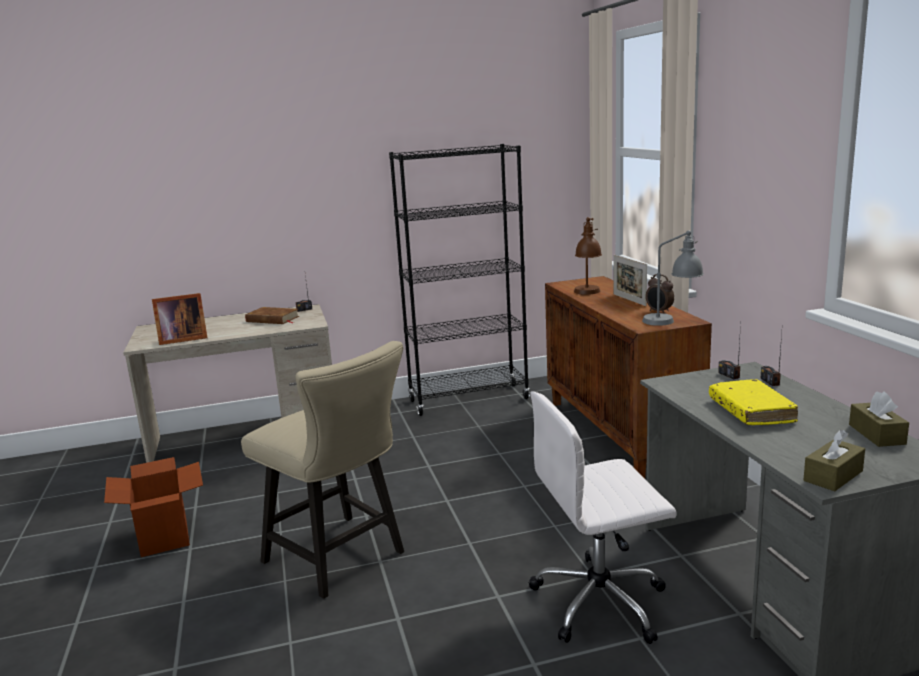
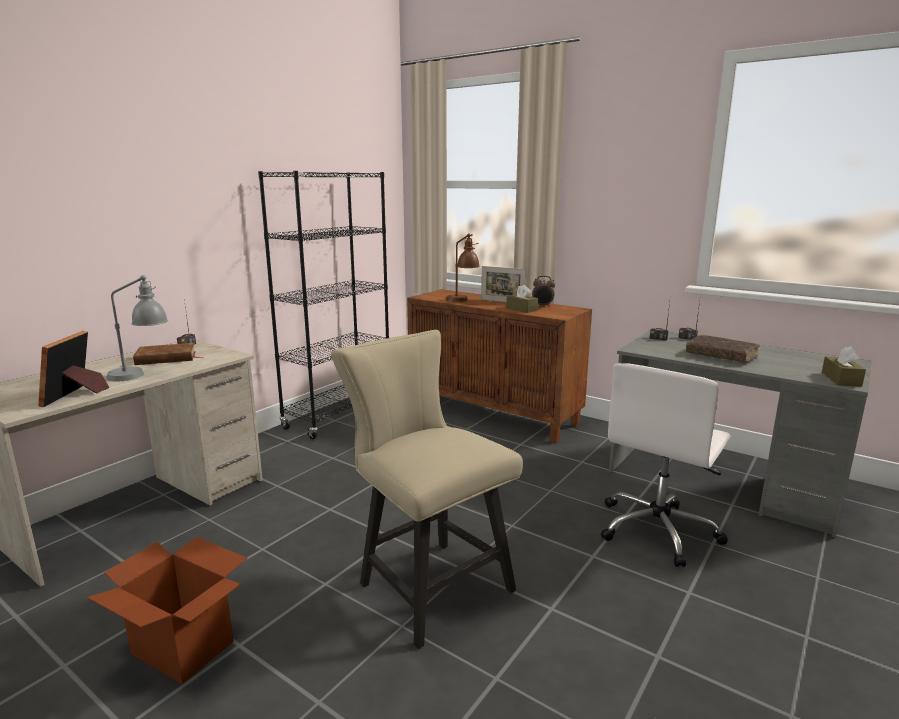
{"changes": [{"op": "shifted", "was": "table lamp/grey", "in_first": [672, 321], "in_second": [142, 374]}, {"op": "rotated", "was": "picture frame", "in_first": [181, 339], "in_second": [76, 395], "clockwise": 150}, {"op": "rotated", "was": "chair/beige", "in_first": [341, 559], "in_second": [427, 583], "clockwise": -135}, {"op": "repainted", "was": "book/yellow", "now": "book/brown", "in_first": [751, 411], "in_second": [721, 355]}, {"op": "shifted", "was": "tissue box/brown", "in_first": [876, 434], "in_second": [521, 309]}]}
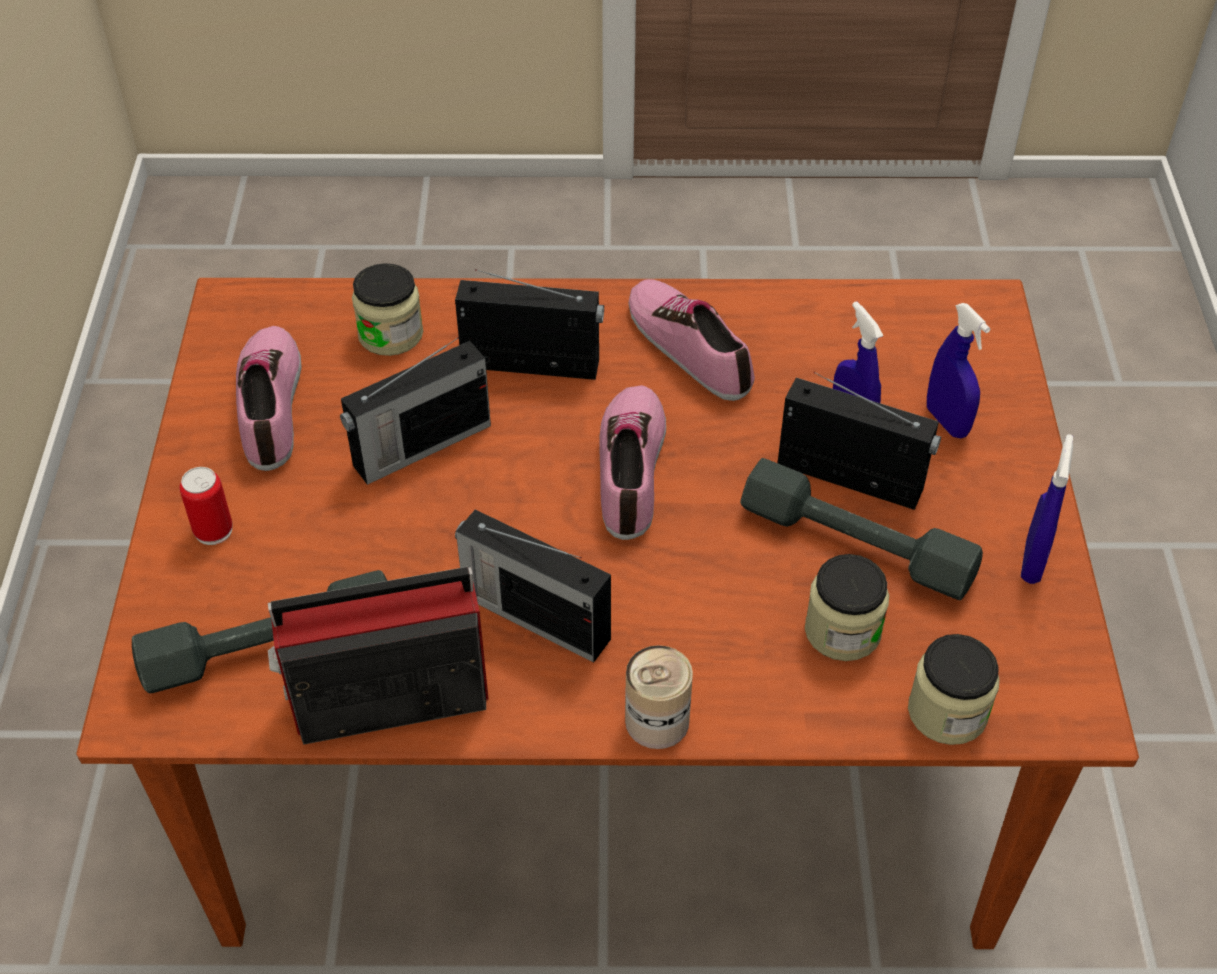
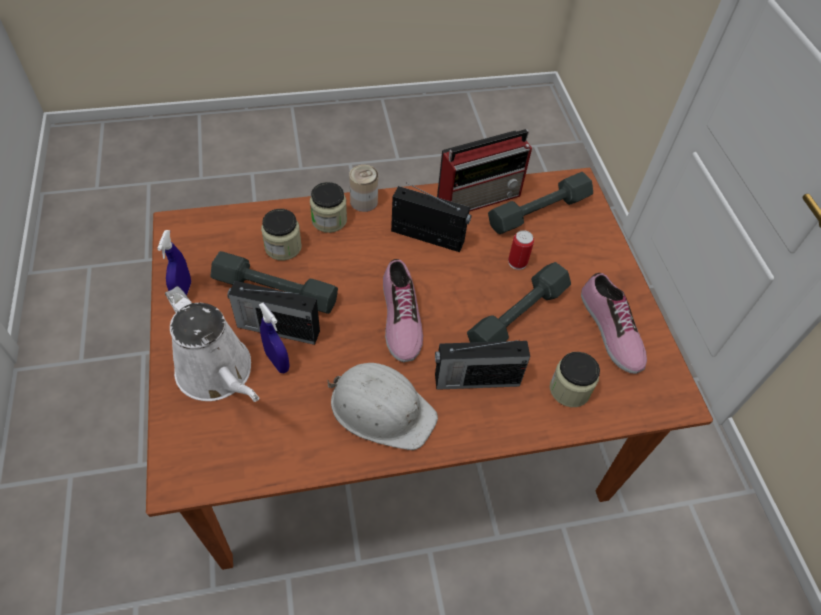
{"changes": [{"op": "swapped", "was": "shoe", "now": "hard hat/white", "in_first": [690, 346], "in_second": [381, 408]}, {"op": "swapped", "was": "spray bottle/blue", "now": "watering can/white", "in_first": [947, 421], "in_second": [218, 374]}, {"op": "swapped", "was": "radio", "now": "dumbbell/grey", "in_first": [419, 446], "in_second": [518, 315]}, {"op": "shifted", "was": "can", "in_first": [213, 530], "in_second": [517, 262]}, {"op": "shifted", "was": "jar", "in_first": [947, 712], "in_second": [329, 220]}]}
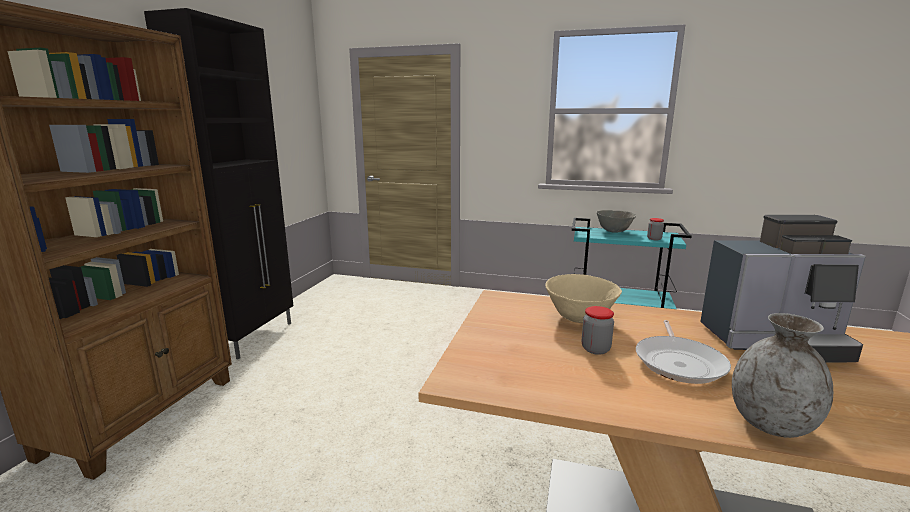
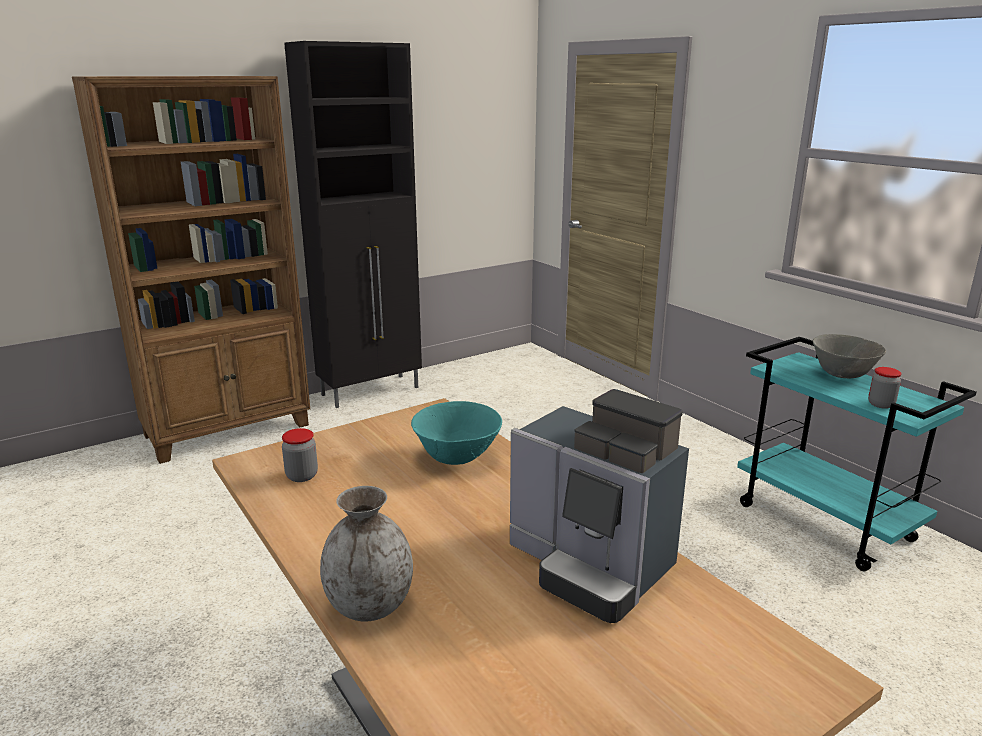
{"changes": [{"op": "repainted", "was": "bowl/beige", "now": "bowl/turquoise", "in_first": [580, 318], "in_second": [457, 458]}, {"op": "shifted", "was": "jar", "in_first": [595, 349], "in_second": [302, 476]}, {"op": "gone", "was": "frying pan", "in_first": [679, 362]}]}
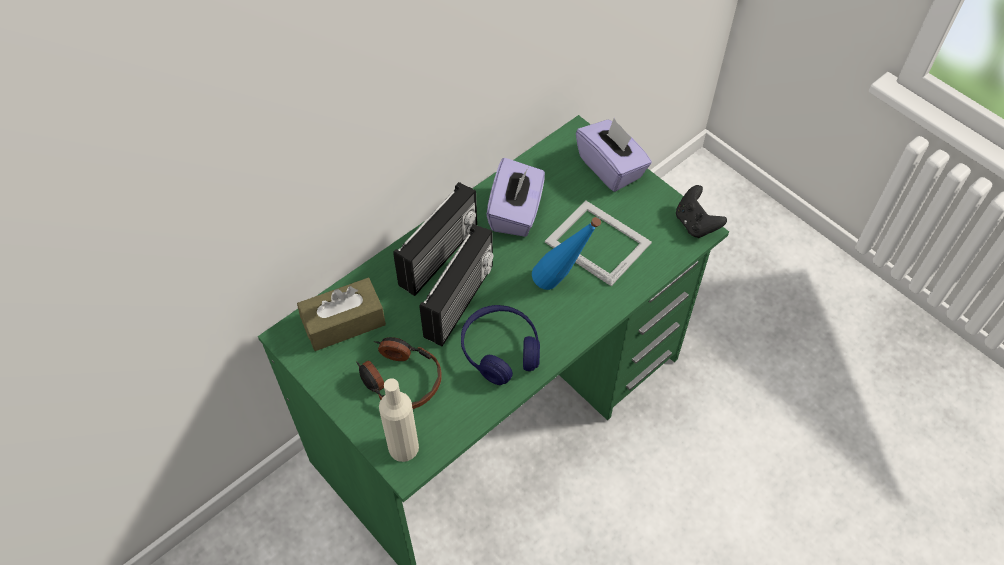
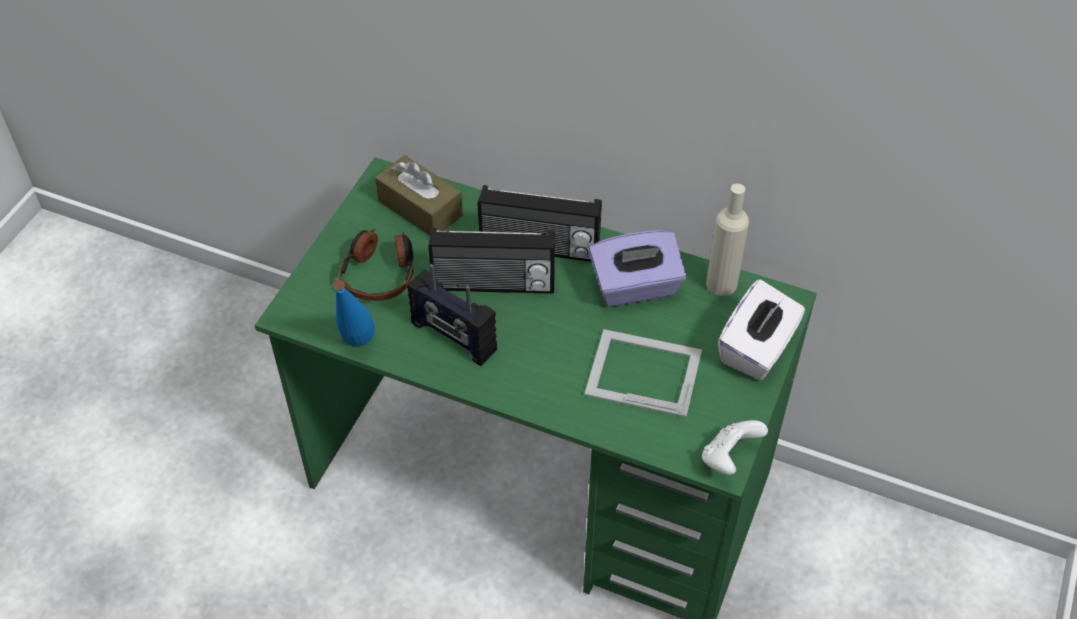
{"changes": [{"op": "repainted", "was": "tissue box/purple", "now": "tissue box/white", "in_first": [611, 168], "in_second": [757, 349]}, {"op": "repainted", "was": "game controller/black", "now": "game controller/white", "in_first": [695, 224], "in_second": [729, 458]}, {"op": "rotated", "was": "picture frame", "in_first": [597, 241], "in_second": [642, 372], "clockwise": -90}, {"op": "shifted", "was": "bottle/blue", "in_first": [561, 285], "in_second": [357, 350]}, {"op": "swapped", "was": "headphones/blue", "now": "radio", "in_first": [500, 350], "in_second": [453, 337]}, {"op": "shifted", "was": "bottle/beige", "in_first": [403, 447], "in_second": [721, 284]}]}
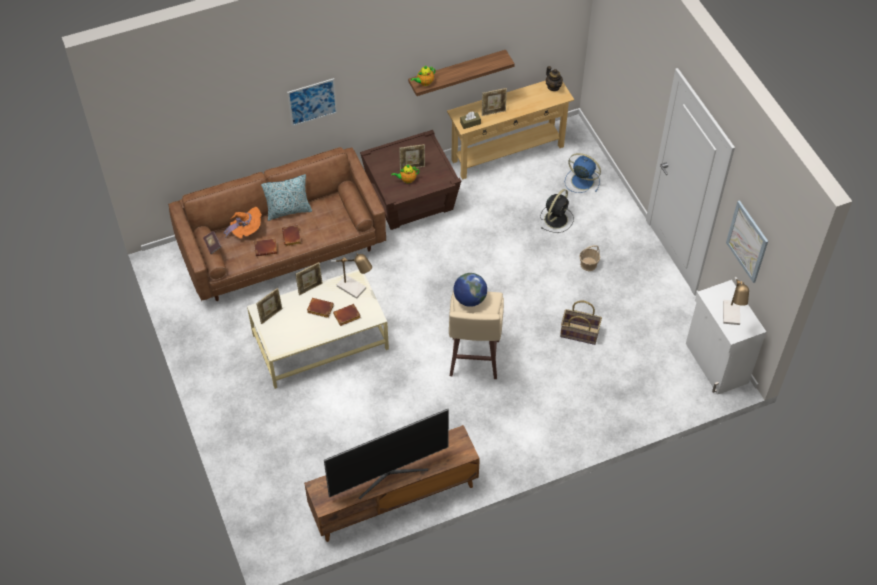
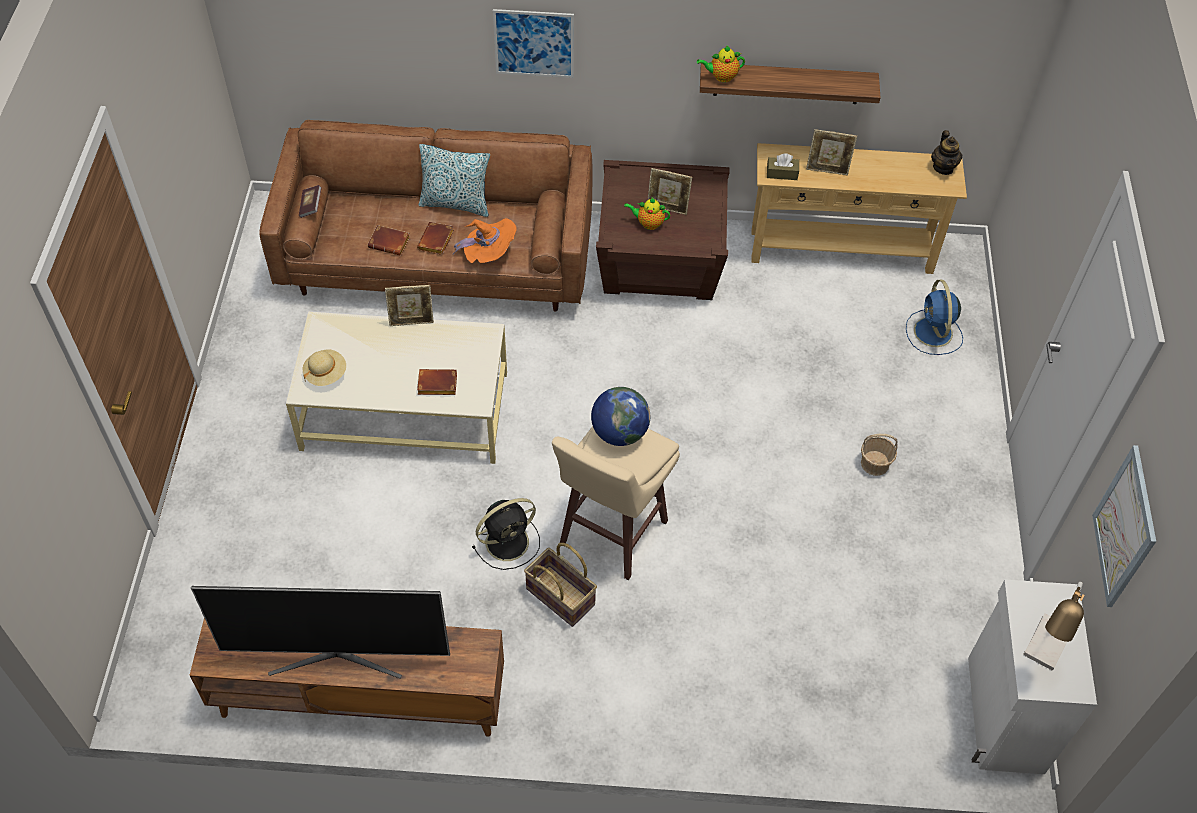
{"changes": [{"op": "rotated", "was": "fan/blue", "in_first": [581, 181], "in_second": [933, 333], "clockwise": -150}, {"op": "shifted", "was": "fan/black", "in_first": [556, 218], "in_second": [509, 541]}, {"op": "shifted", "was": "hat/orange", "in_first": [246, 229], "in_second": [489, 254]}, {"op": "gone", "was": "table lamp", "in_first": [355, 289]}, {"op": "gone", "was": "picture frame", "in_first": [271, 315]}, {"op": "gone", "was": "book/brown", "in_first": [319, 309]}, {"op": "shifted", "was": "basket", "in_first": [580, 332], "in_second": [561, 596]}, {"op": "new", "now": "hat/beige", "in_second": [326, 374]}]}
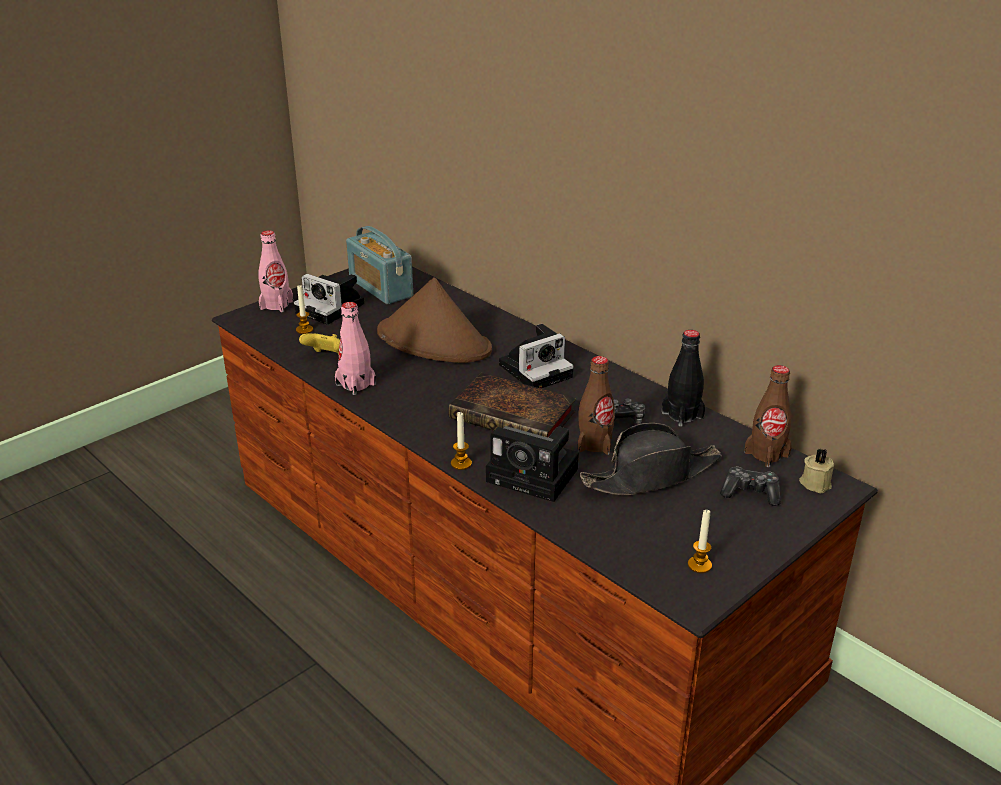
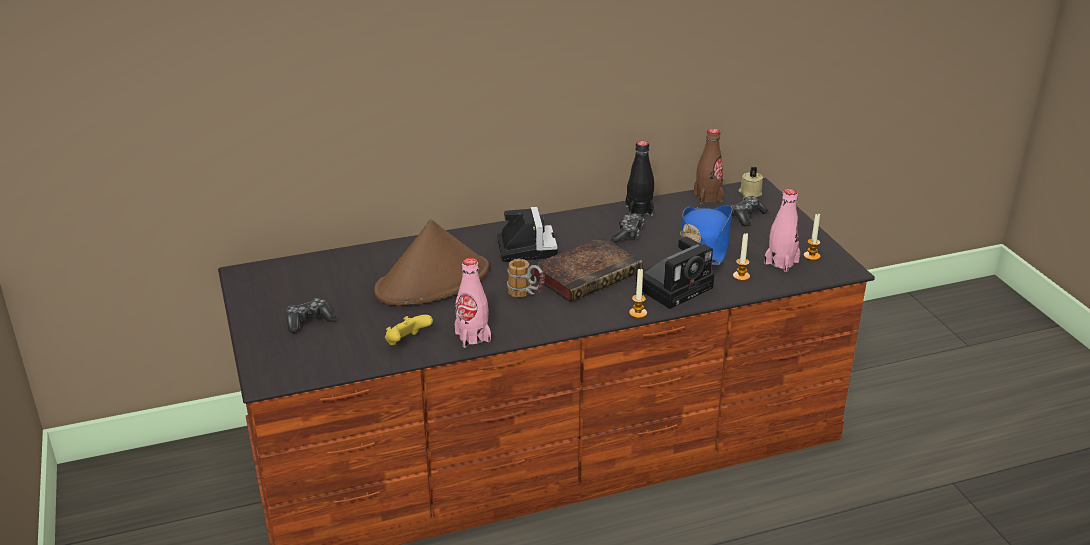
{"changes": [{"op": "gone", "was": "radio", "in_first": [380, 288]}, {"op": "shifted", "was": "bottle/pink", "in_first": [276, 305], "in_second": [781, 262]}, {"op": "swapped", "was": "photo camera", "now": "game controller", "in_first": [332, 308], "in_second": [309, 321]}, {"op": "shifted", "was": "candle", "in_first": [304, 330], "in_second": [741, 276]}, {"op": "gone", "was": "bottle/brown", "in_first": [594, 444]}, {"op": "repainted", "was": "hat/black", "now": "hat/blue", "in_first": [651, 475], "in_second": [705, 243]}, {"op": "new", "now": "mug", "in_second": [527, 295]}]}
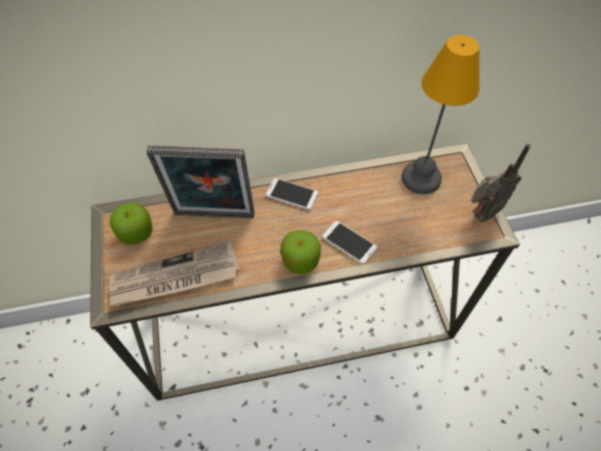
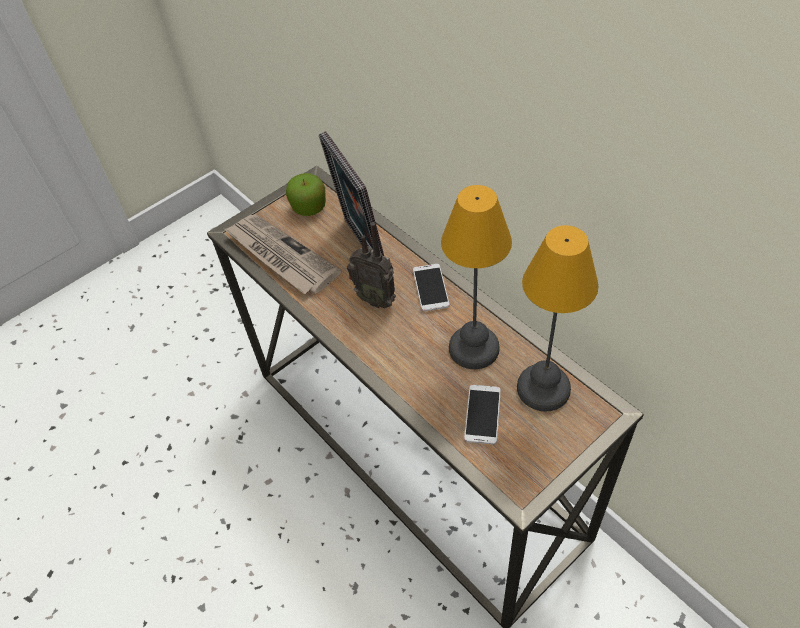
{"changes": [{"op": "shifted", "was": "radio", "in_first": [481, 214], "in_second": [376, 298]}, {"op": "shifted", "was": "phone", "in_first": [349, 242], "in_second": [482, 414]}, {"op": "gone", "was": "apple", "in_first": [300, 260]}, {"op": "new", "now": "table lamp", "in_second": [472, 348]}]}
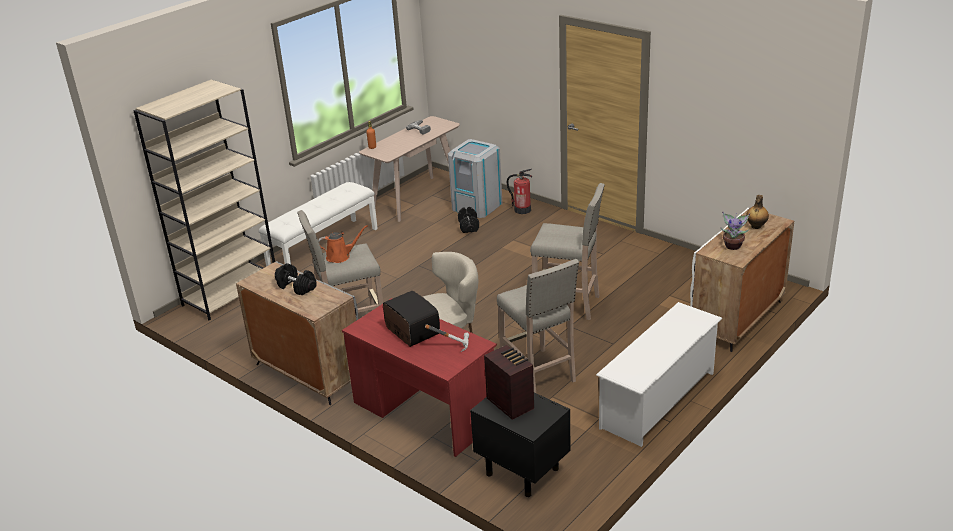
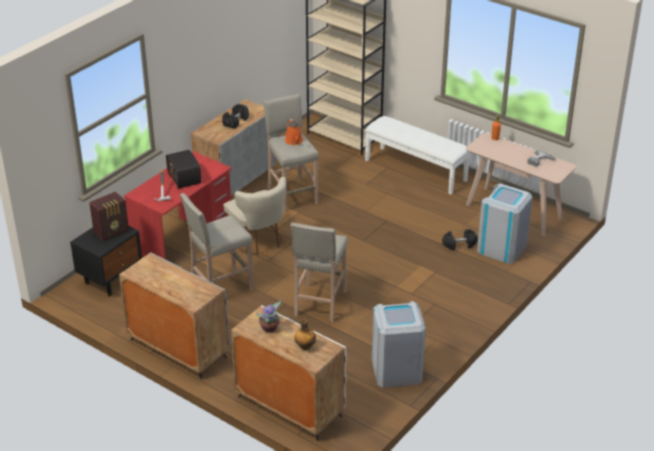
{"changes": [{"op": "gone", "was": "fire extinguisher", "in_first": [522, 210]}, {"op": "rotated", "was": "radio", "in_first": [411, 331], "in_second": [185, 178], "clockwise": 105}, {"op": "swapped", "was": "shoe rack/white", "now": "cabinet/grey", "in_first": [658, 400], "in_second": [177, 348]}, {"op": "new", "now": "trash can/grey", "in_second": [396, 370]}]}
